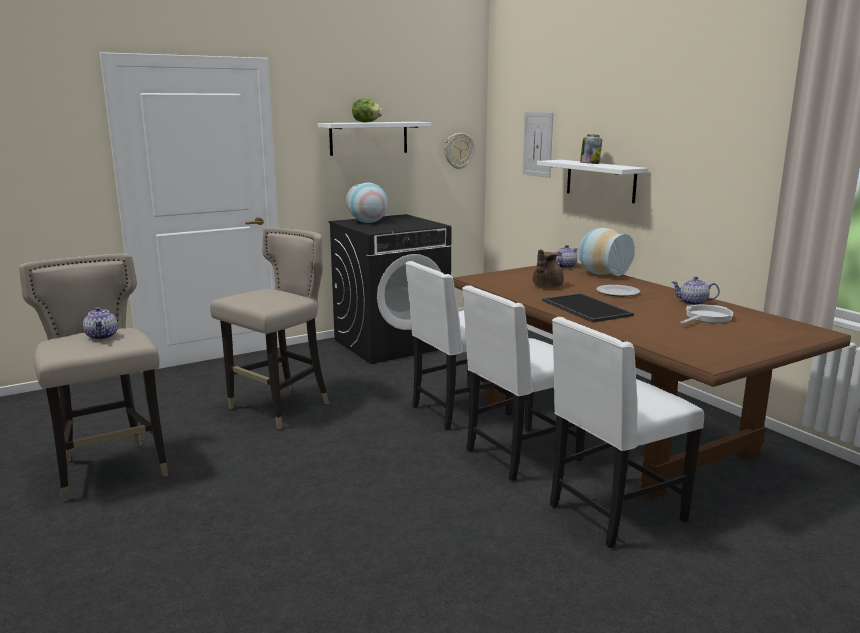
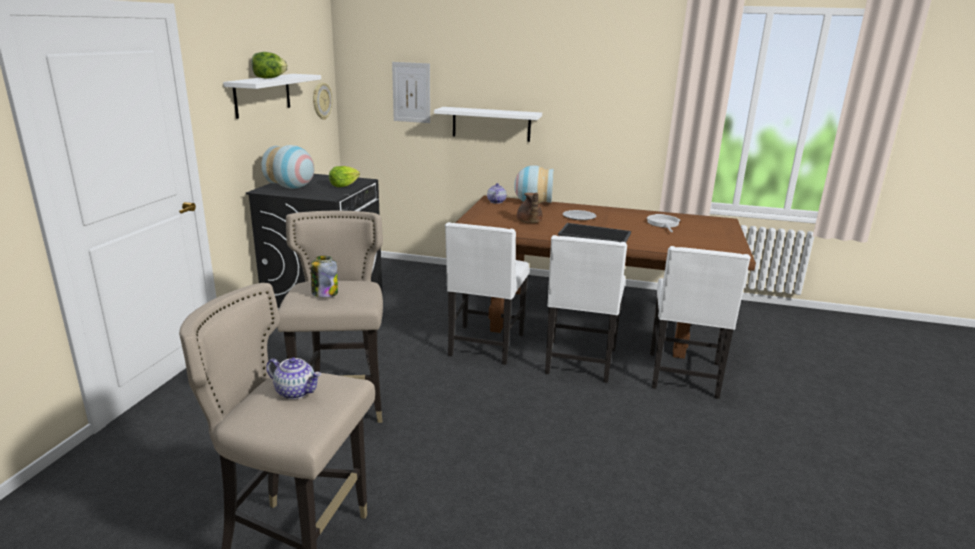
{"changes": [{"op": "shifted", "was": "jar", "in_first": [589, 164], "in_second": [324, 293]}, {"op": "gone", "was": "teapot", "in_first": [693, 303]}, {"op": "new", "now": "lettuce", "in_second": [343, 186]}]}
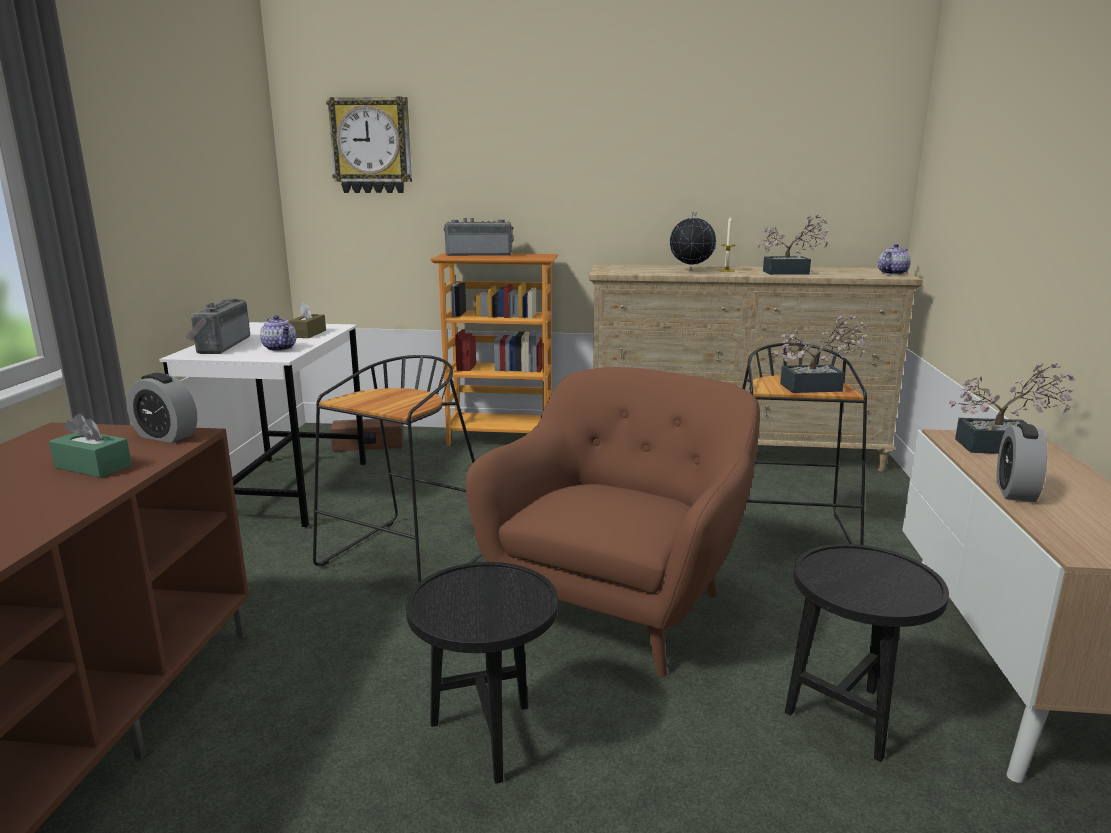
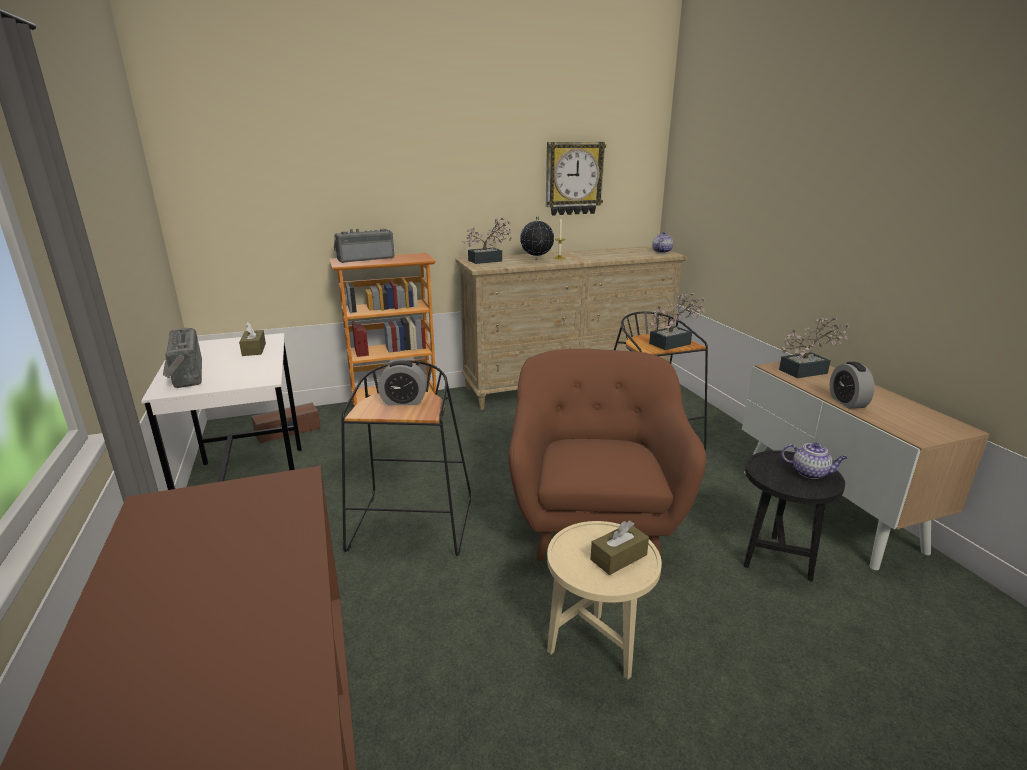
{"changes": [{"op": "shifted", "was": "wall clock", "in_first": [371, 146], "in_second": [573, 178]}, {"op": "shifted", "was": "potted plant", "in_first": [791, 272], "in_second": [489, 260]}, {"op": "shifted", "was": "teapot", "in_first": [280, 348], "in_second": [810, 473]}, {"op": "shifted", "was": "alarm clock", "in_first": [166, 436], "in_second": [404, 401]}, {"op": "gone", "was": "tissue box/green", "in_first": [93, 467]}, {"op": "repainted", "was": "side table/black", "now": "side table/beige", "in_first": [487, 741], "in_second": [596, 651]}, {"op": "new", "now": "tissue box/brown", "in_second": [618, 557]}]}
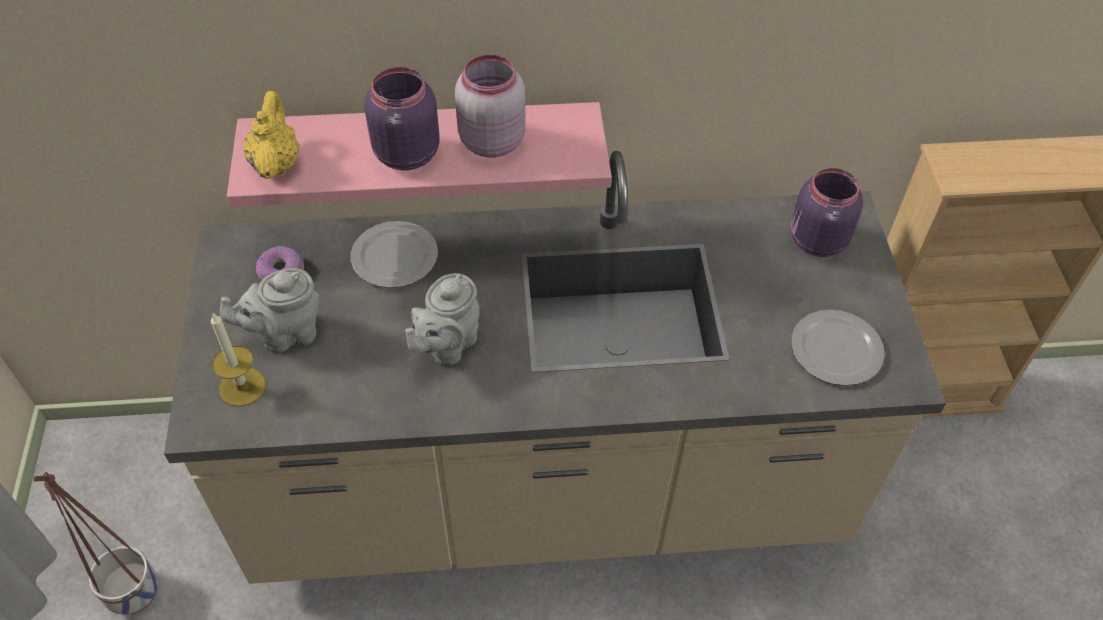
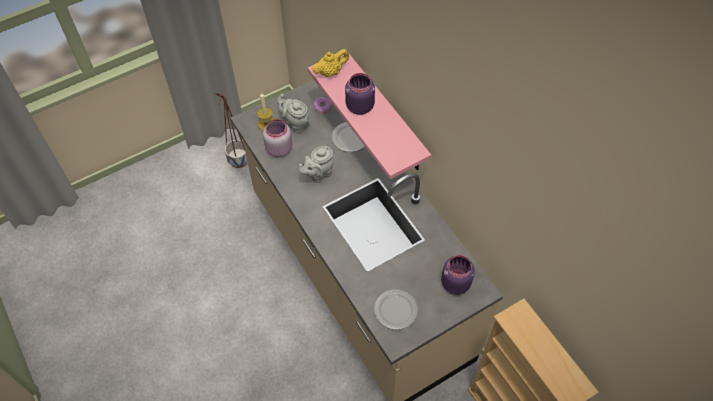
{"changes": [{"op": "shifted", "was": "jar/pink", "in_first": [490, 141], "in_second": [279, 148]}, {"op": "rotated", "was": "teapot/grey", "in_first": [446, 346], "in_second": [318, 174], "clockwise": -45}]}
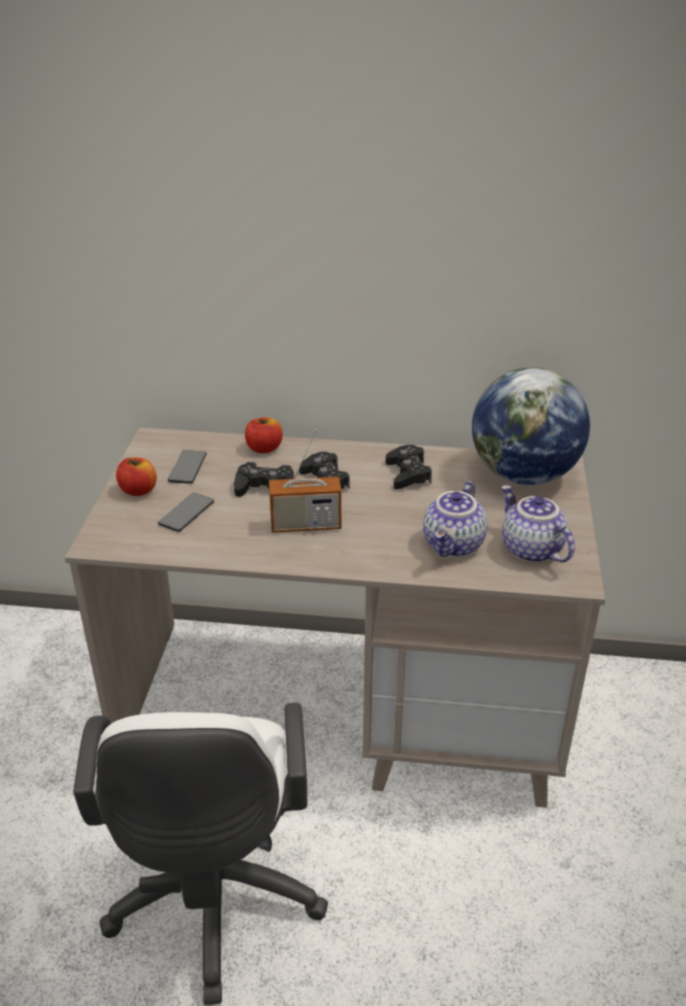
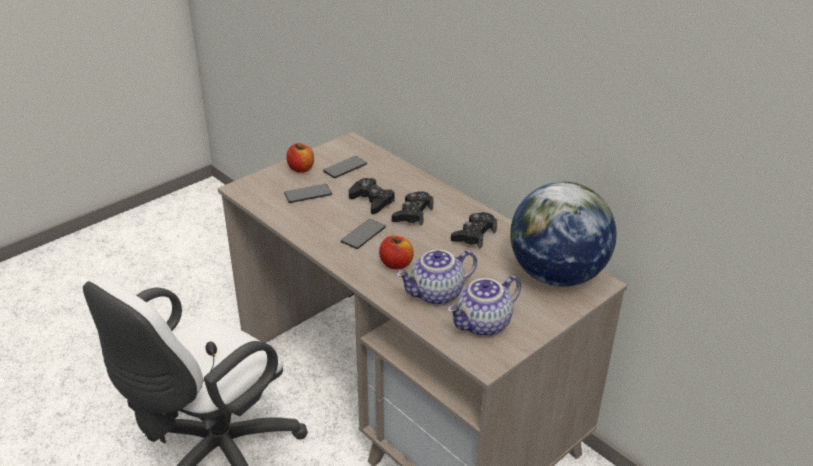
{"changes": [{"op": "shifted", "was": "apple", "in_first": [264, 448], "in_second": [396, 264]}, {"op": "swapped", "was": "radio", "now": "phone", "in_first": [305, 525], "in_second": [363, 235]}, {"op": "rotated", "was": "teapot", "in_first": [530, 549], "in_second": [483, 325], "clockwise": -135}]}
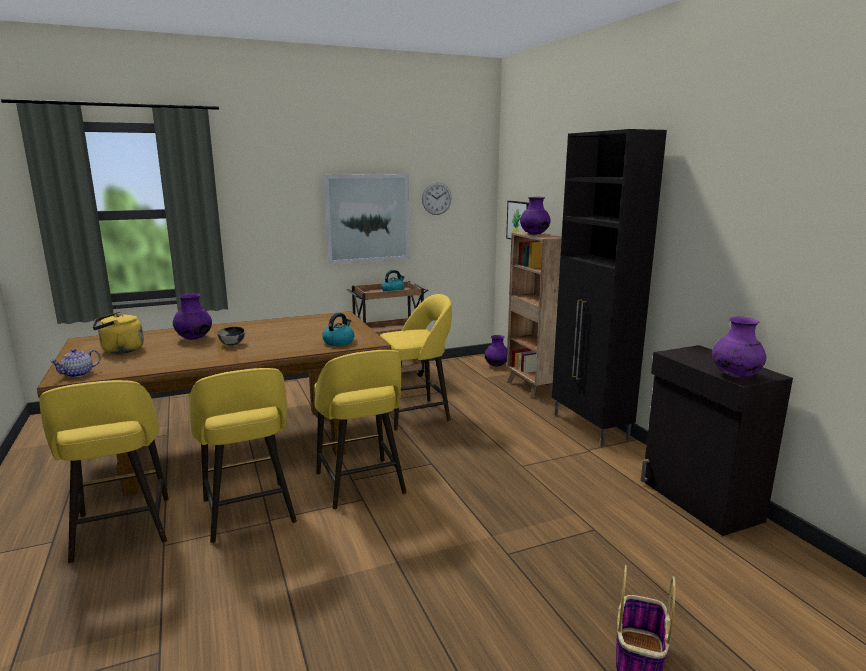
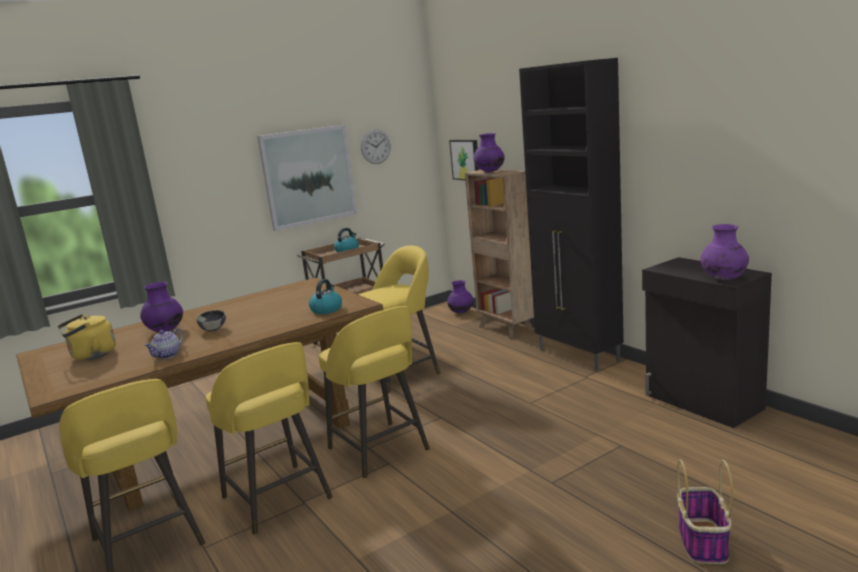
{"changes": [{"op": "shifted", "was": "teapot", "in_first": [78, 374], "in_second": [167, 355]}]}
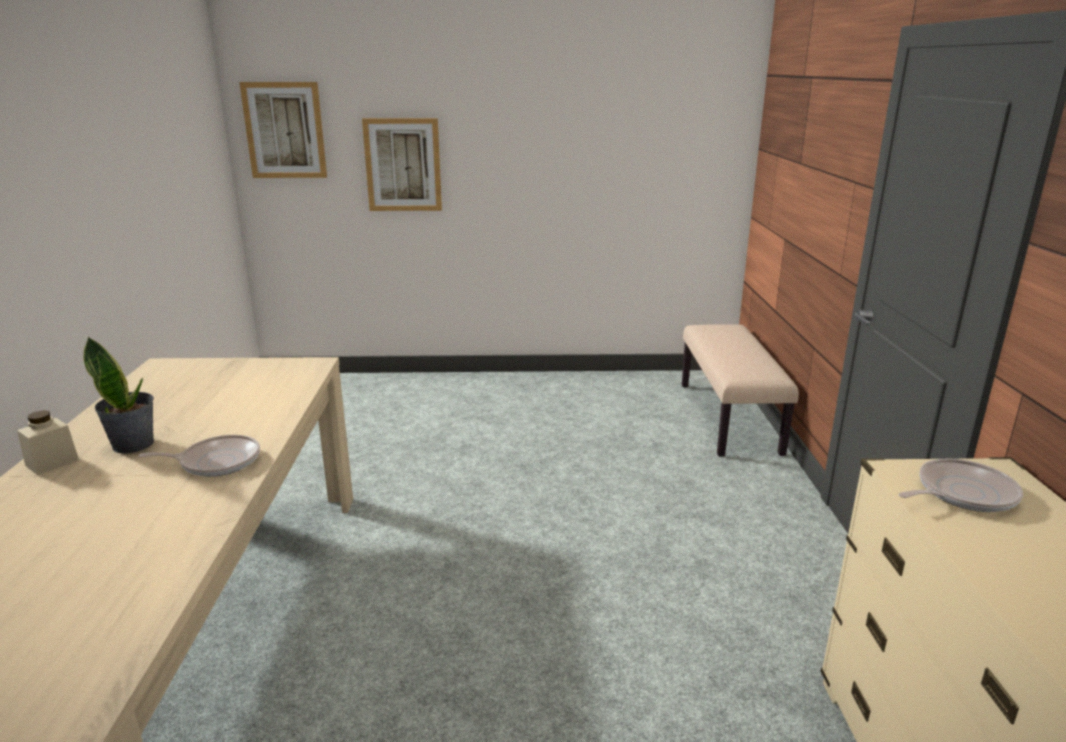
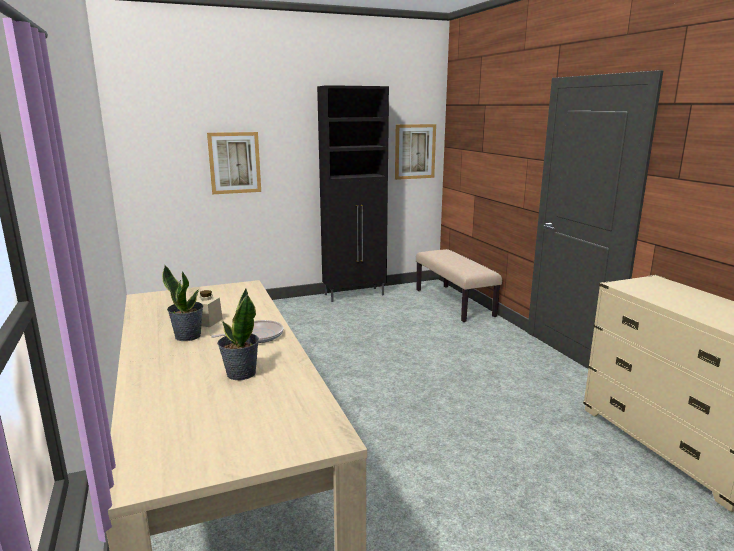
{"changes": [{"op": "shifted", "was": "picture", "in_first": [284, 130], "in_second": [415, 151]}, {"op": "shifted", "was": "jar/beige", "in_first": [52, 463], "in_second": [208, 322]}, {"op": "gone", "was": "frying pan", "in_first": [961, 493]}, {"op": "new", "now": "cabinet/black", "in_second": [355, 295]}, {"op": "new", "now": "potted plant", "in_second": [240, 373]}]}
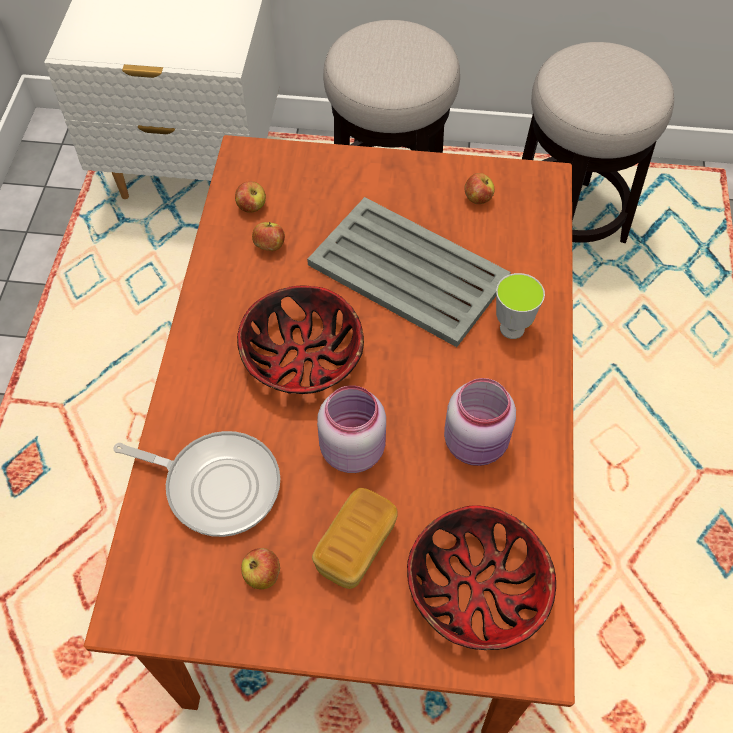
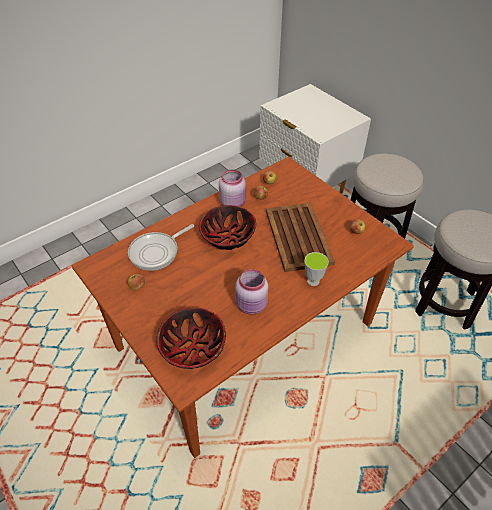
{"changes": [{"op": "repainted", "was": "tray/grey", "now": "tray/brown", "in_first": [409, 273], "in_second": [298, 237]}, {"op": "shifted", "was": "jar/pink", "in_first": [352, 448], "in_second": [233, 202]}, {"op": "rotated", "was": "frying pan", "in_first": [217, 485], "in_second": [157, 252], "clockwise": 75}, {"op": "gone", "was": "bread", "in_first": [356, 547]}]}
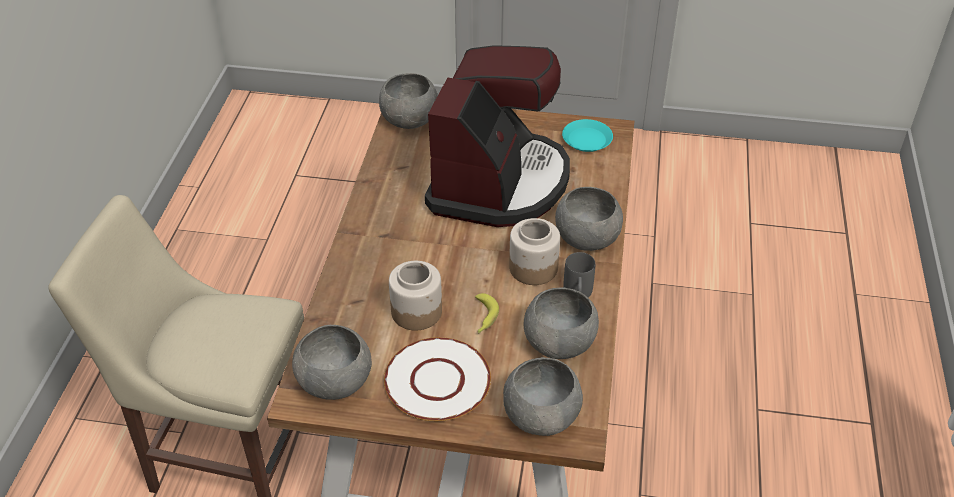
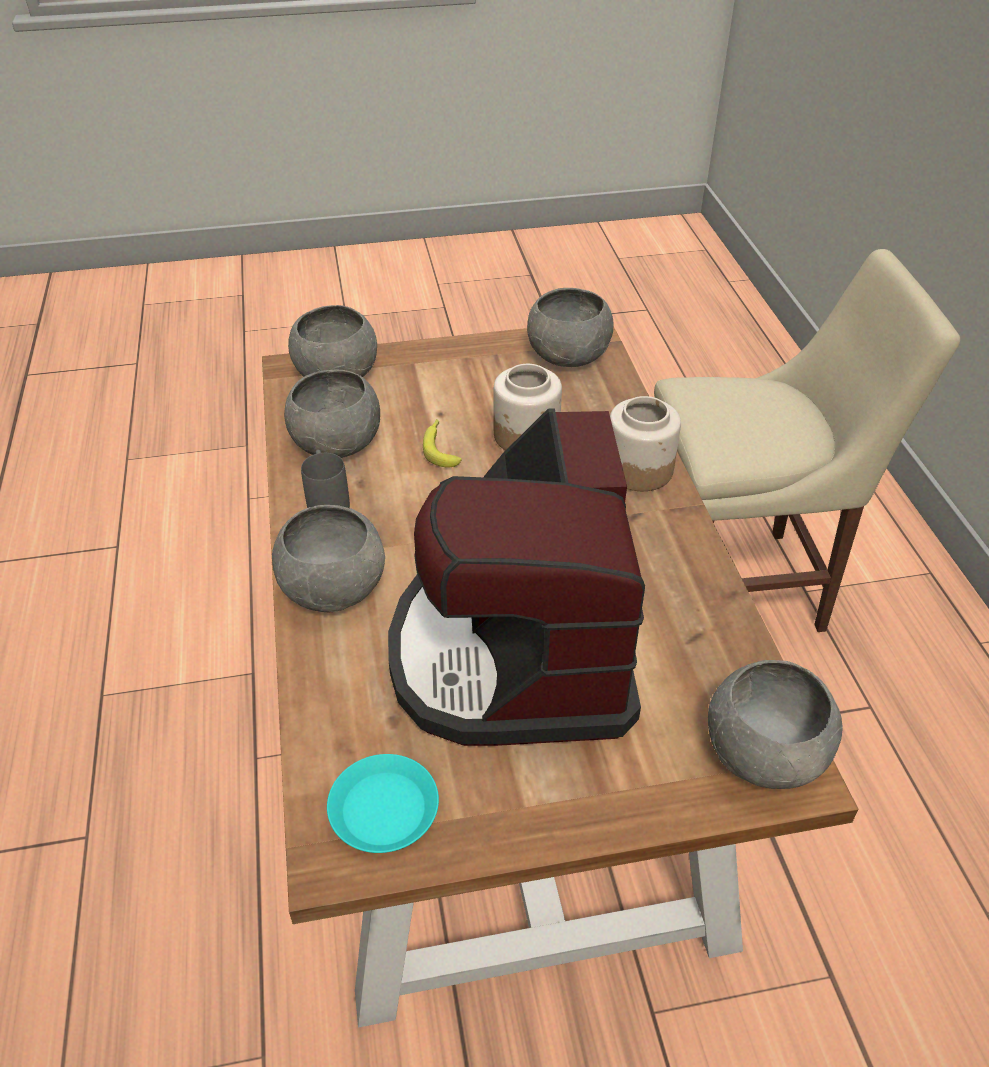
{"changes": [{"op": "shifted", "was": "jar", "in_first": [532, 268], "in_second": [639, 469]}, {"op": "gone", "was": "plate/white", "in_first": [436, 380]}]}
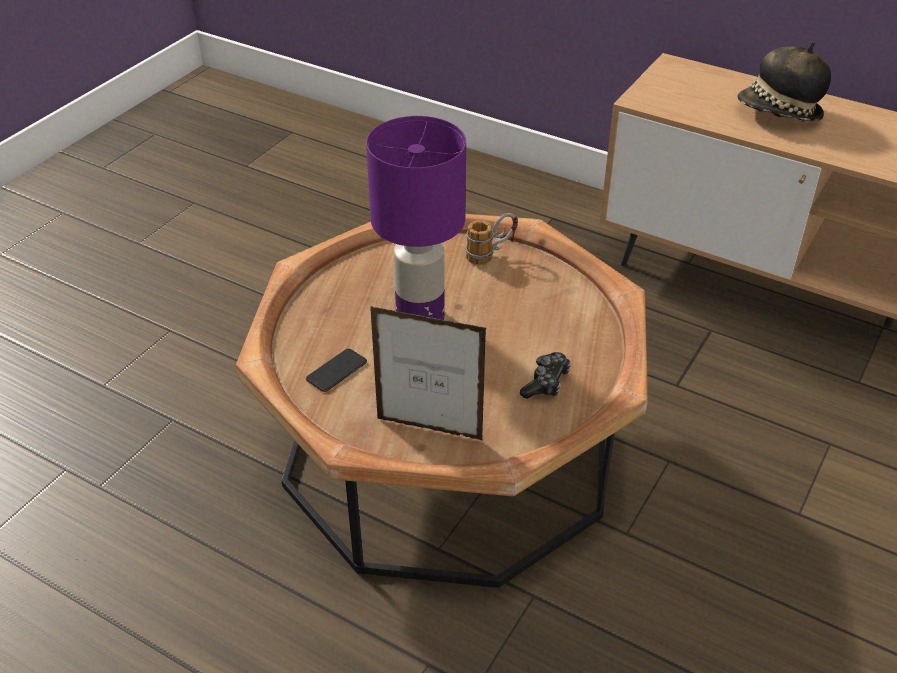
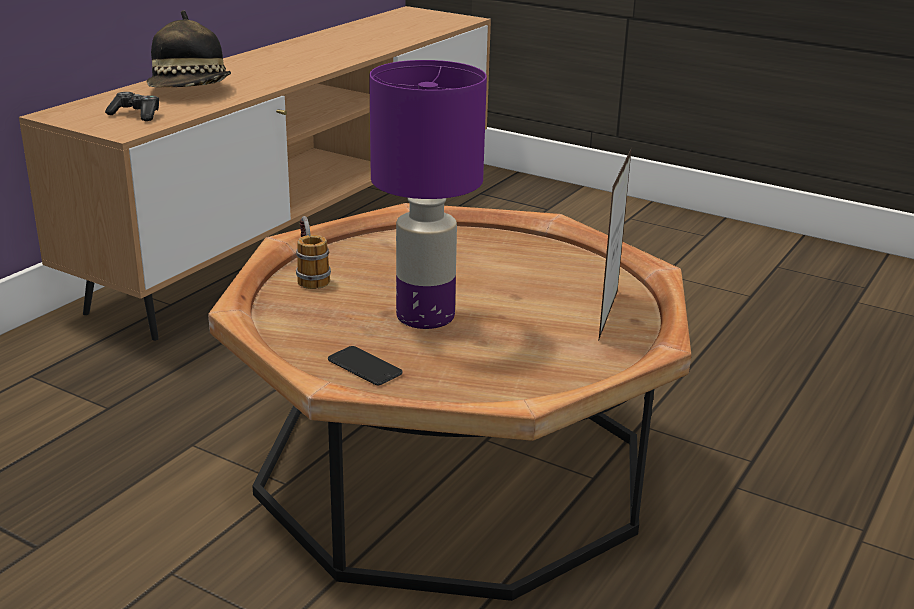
{"changes": [{"op": "shifted", "was": "phone", "in_first": [336, 371], "in_second": [364, 367]}, {"op": "shifted", "was": "game controller", "in_first": [546, 383], "in_second": [136, 115]}]}
